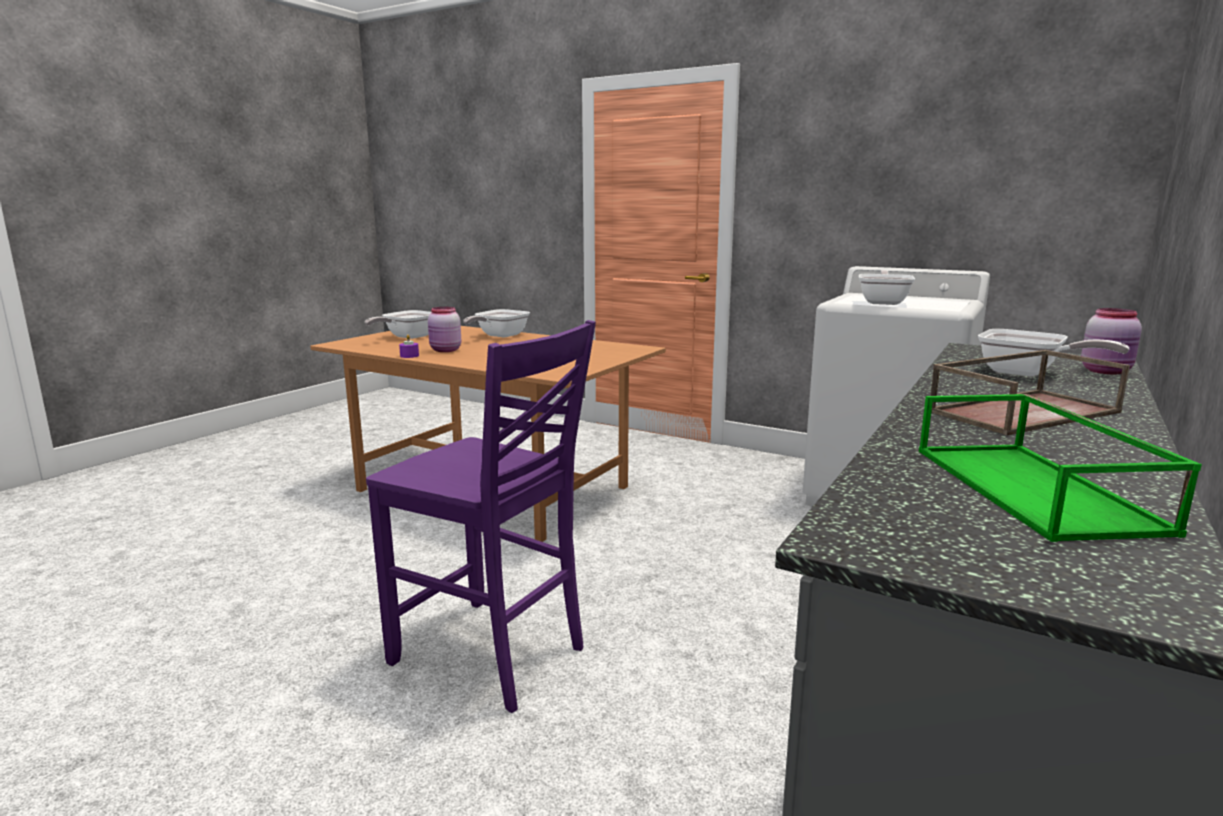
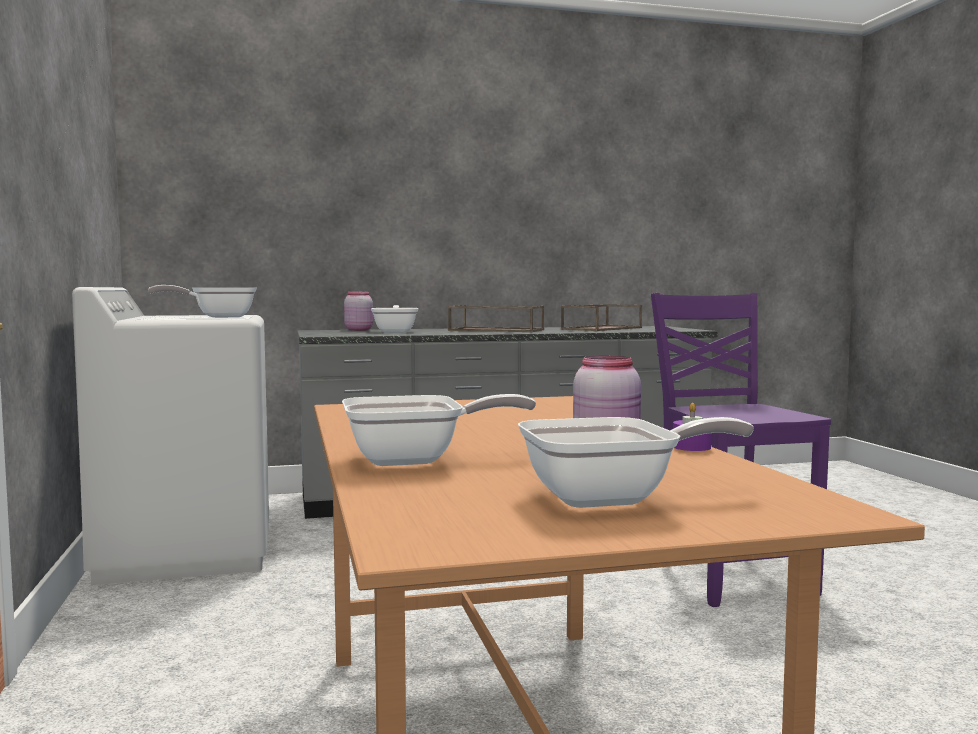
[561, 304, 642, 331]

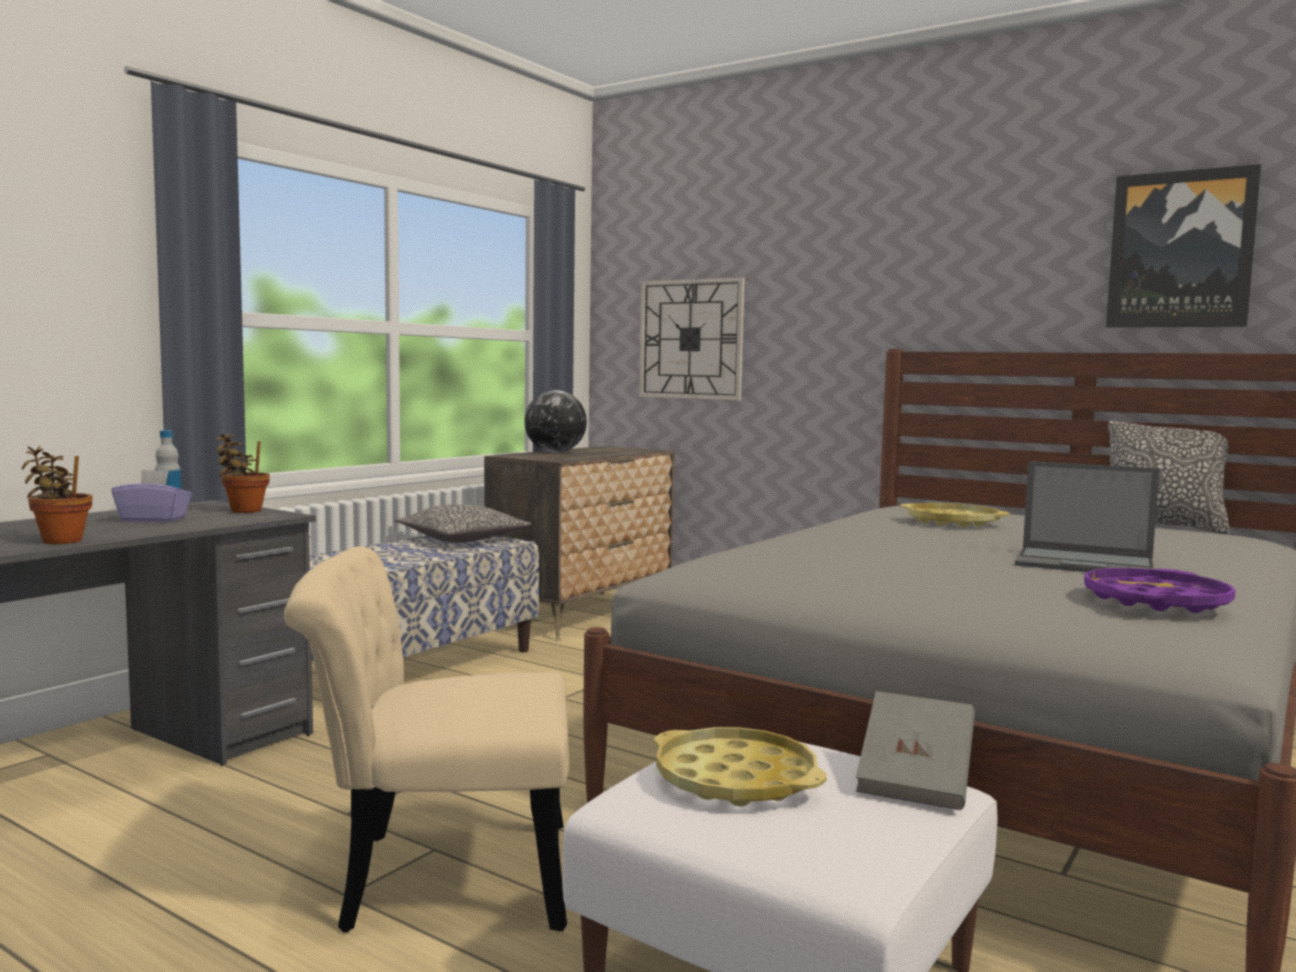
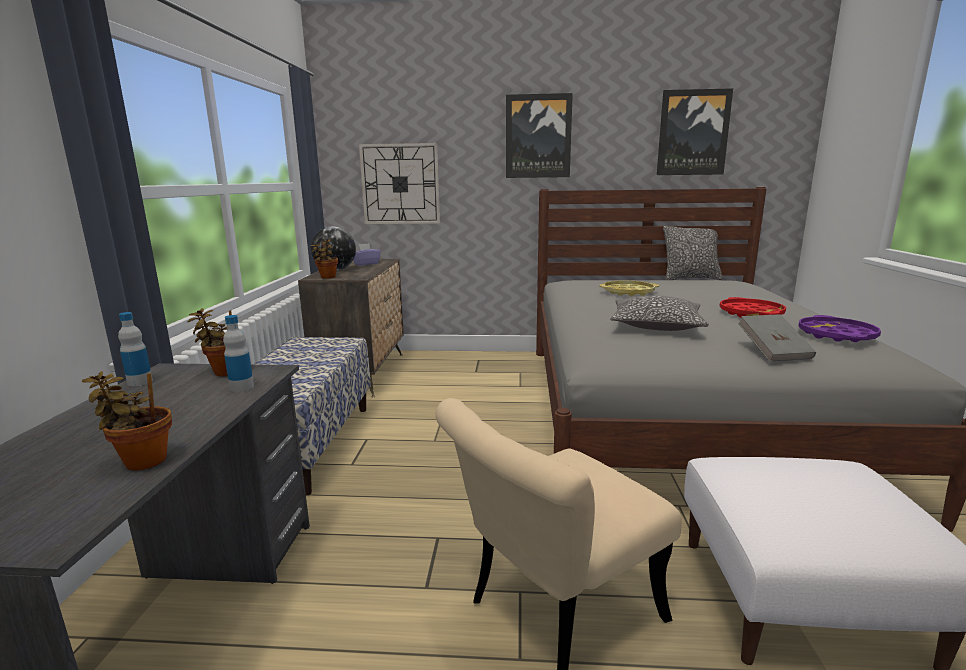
[720, 297, 786, 318]
[353, 243, 381, 266]
[610, 295, 709, 331]
[738, 314, 816, 362]
[654, 727, 827, 807] (first image)
[506, 93, 573, 178]
[311, 239, 338, 279]
[223, 315, 254, 392]

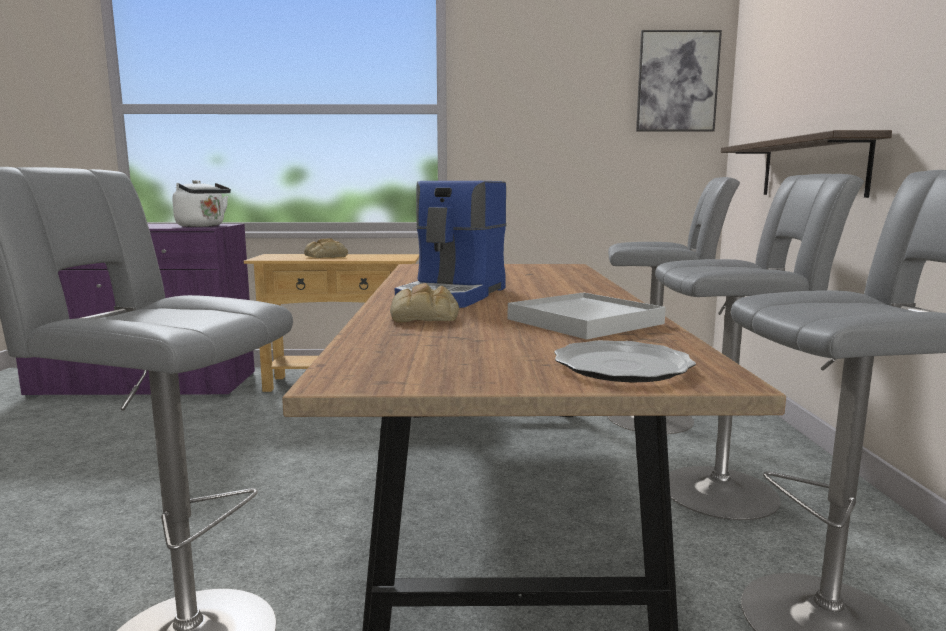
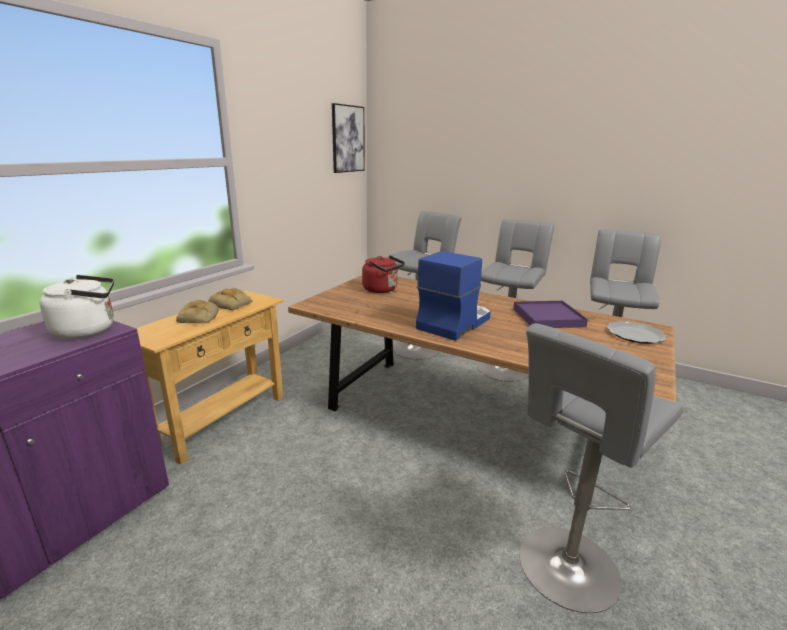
[721, 130, 892, 198] (first image)
[416, 251, 491, 341]
[209, 288, 253, 310]
[513, 301, 588, 328]
[362, 255, 405, 293]

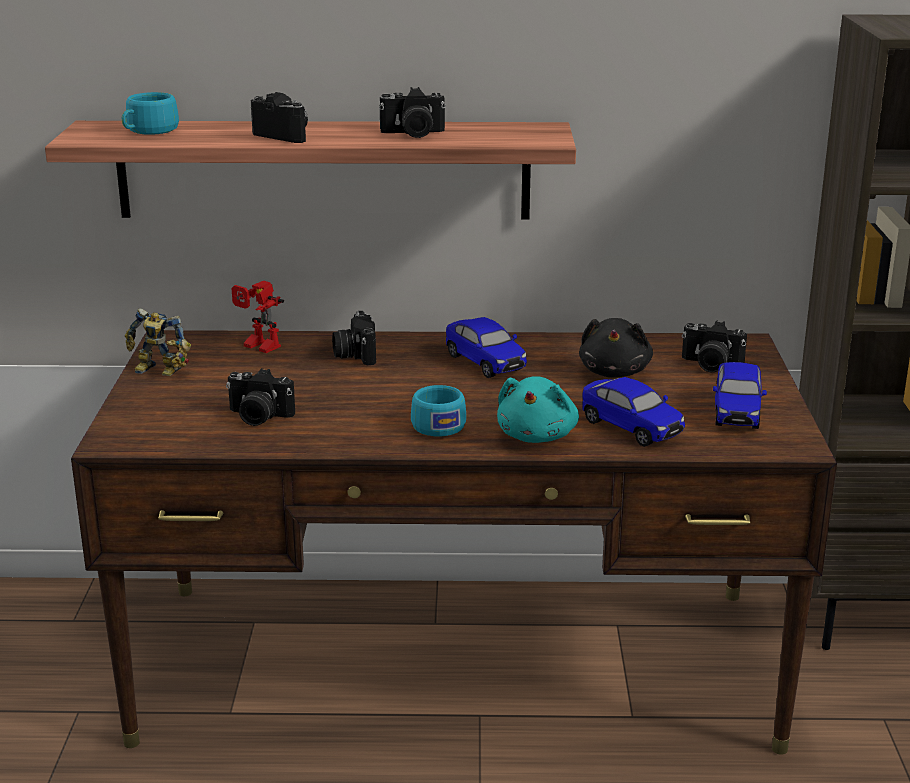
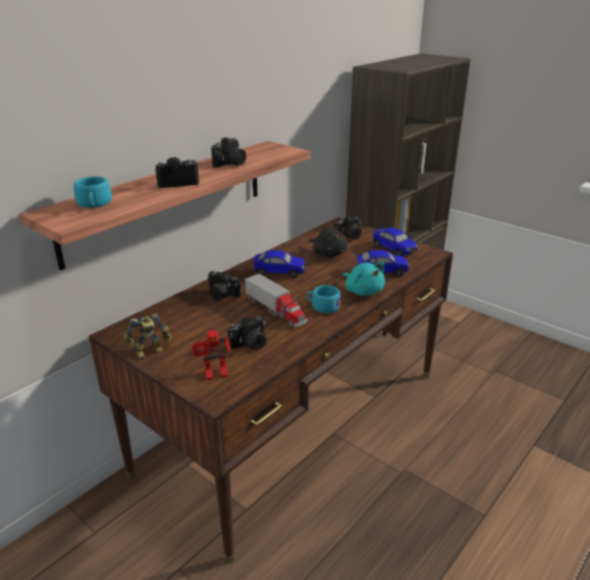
[192, 330, 231, 380]
[245, 274, 307, 327]

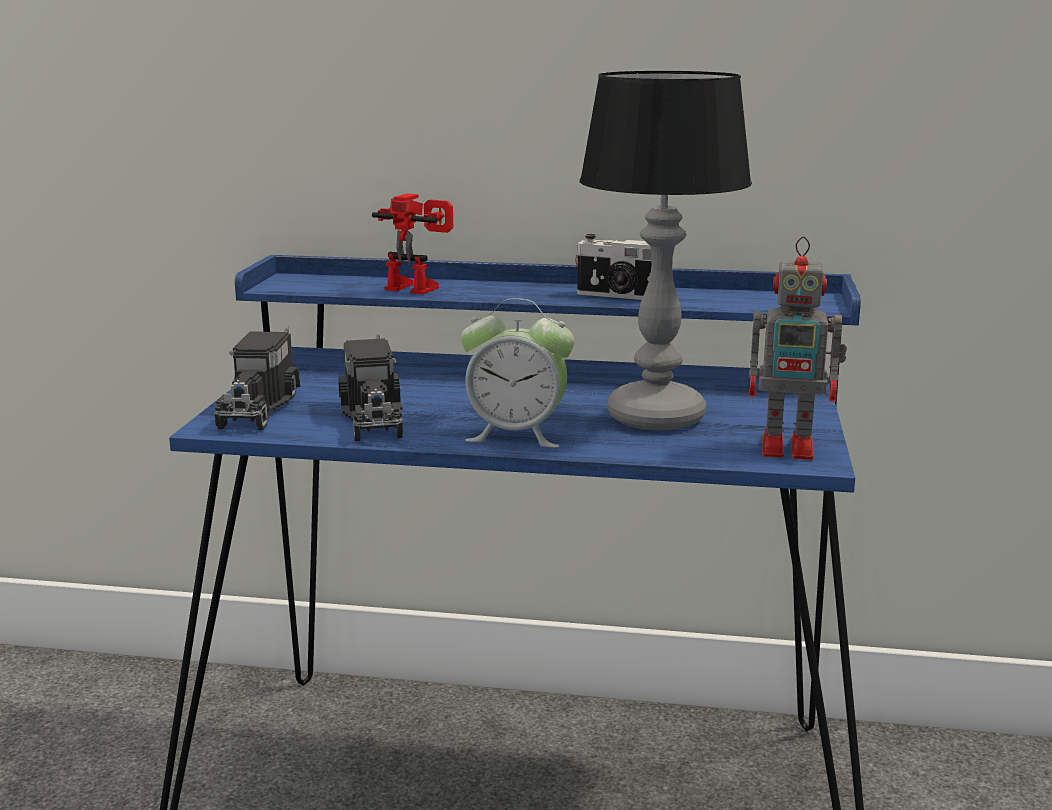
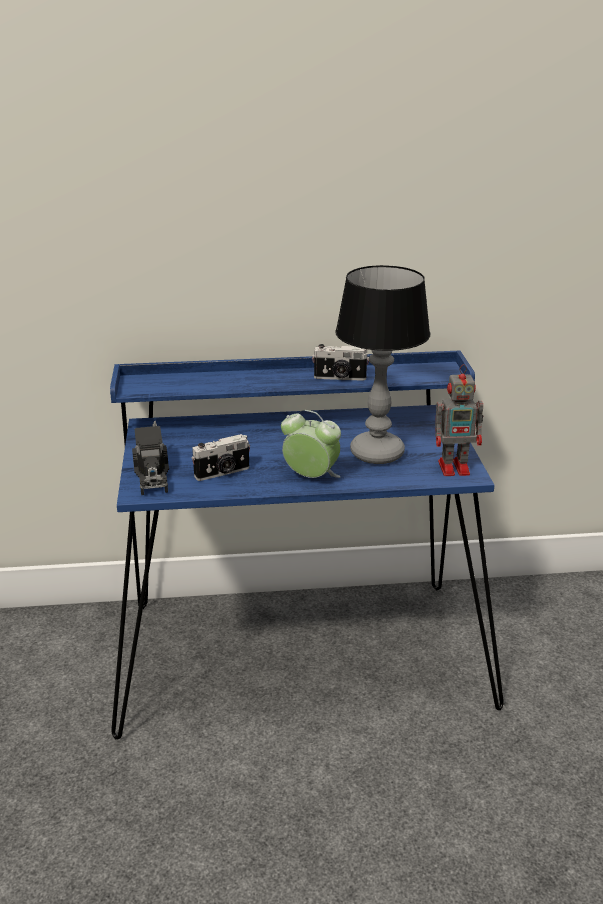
[372, 194, 453, 295] (first image)
[281, 410, 341, 478]
[192, 434, 250, 481]

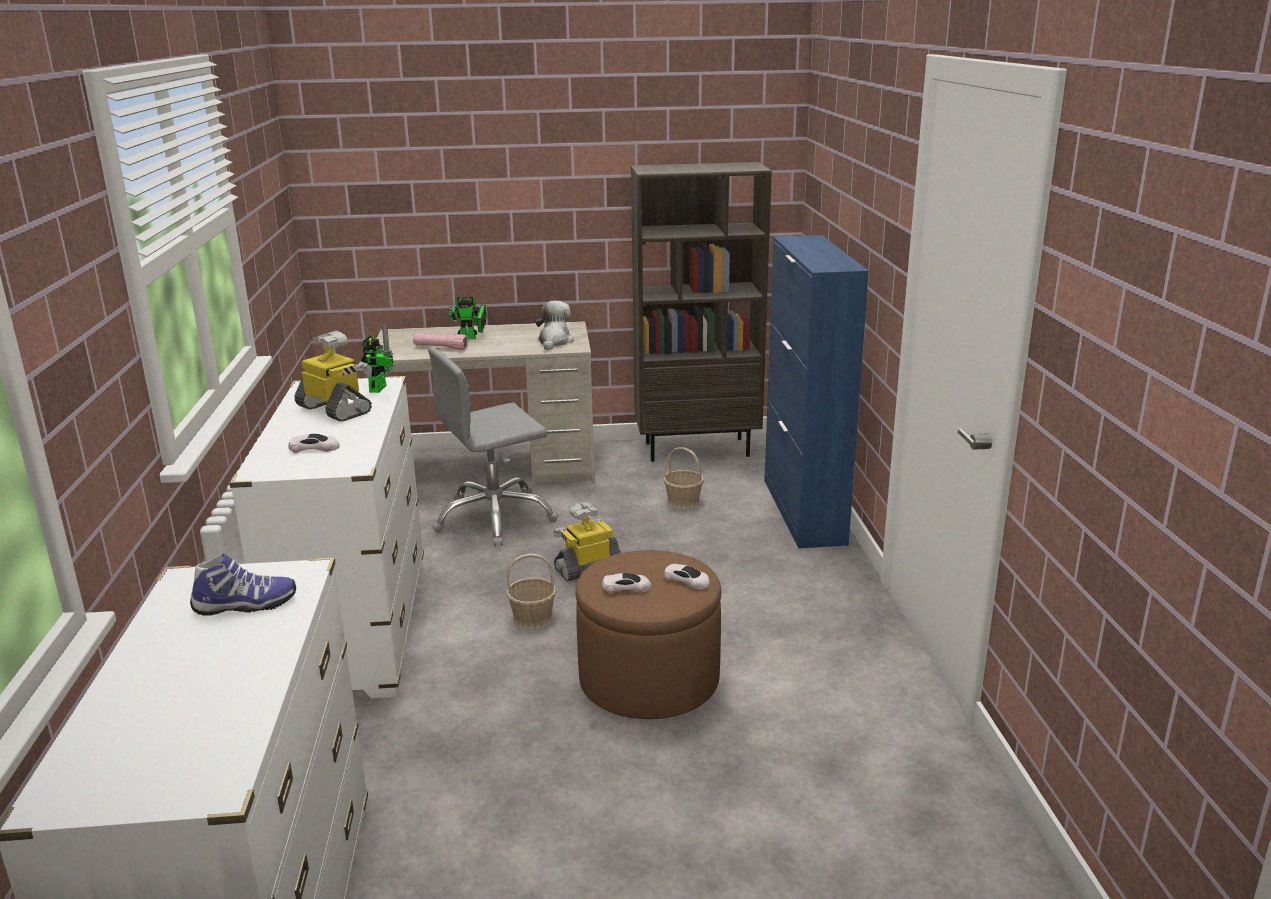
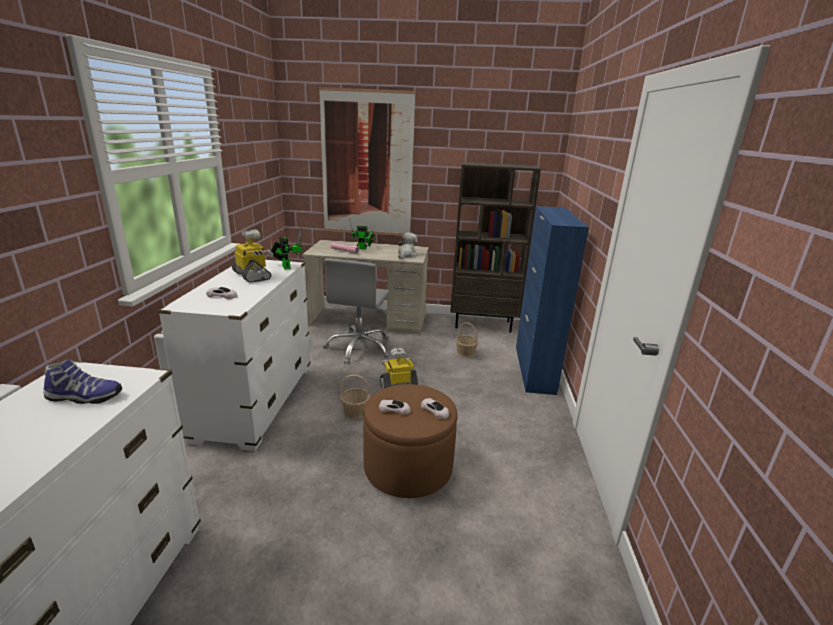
[269, 227, 302, 269]
[323, 259, 390, 364]
[319, 87, 415, 236]

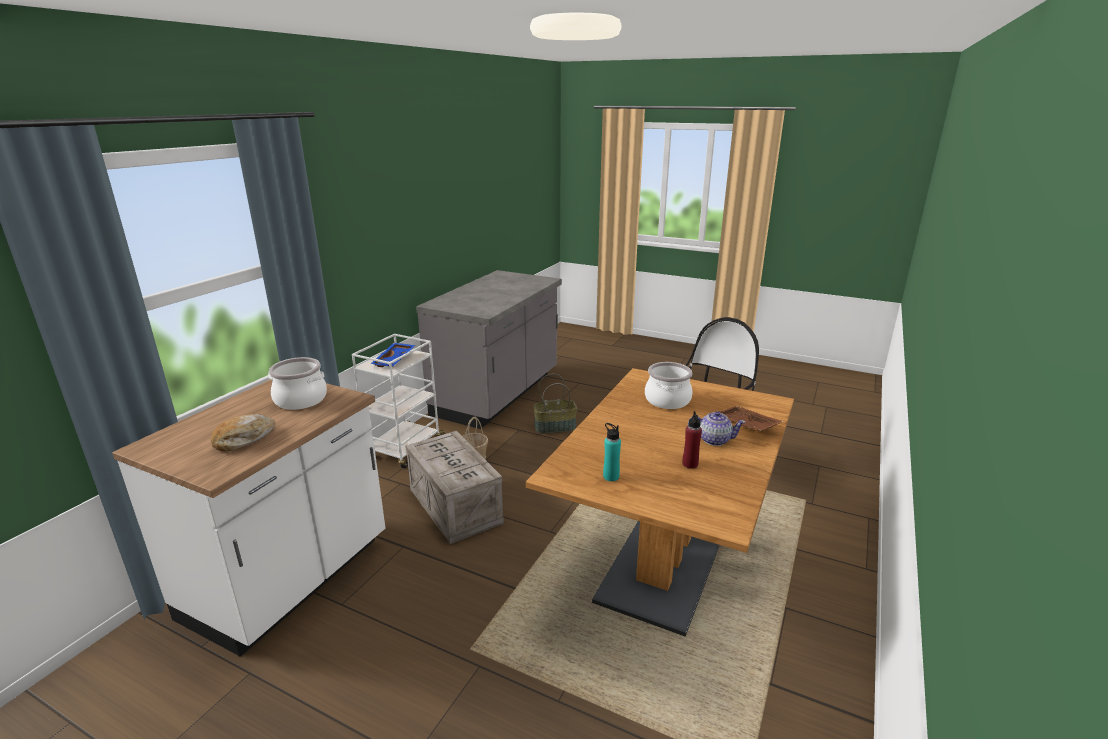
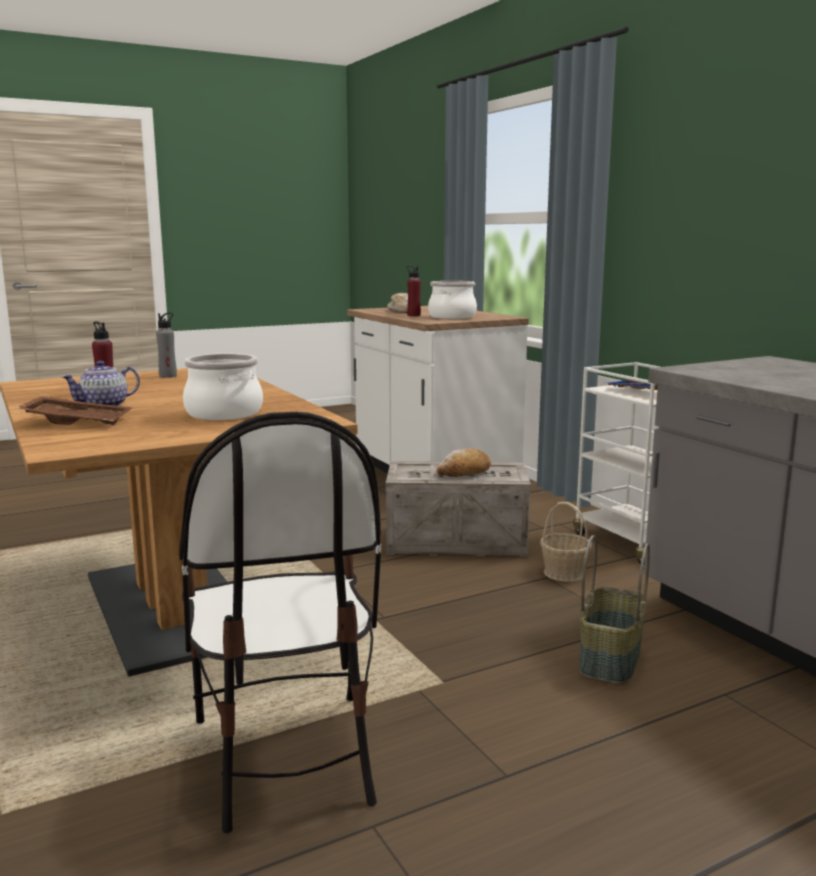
[156, 312, 177, 378]
[407, 266, 421, 316]
[437, 448, 491, 476]

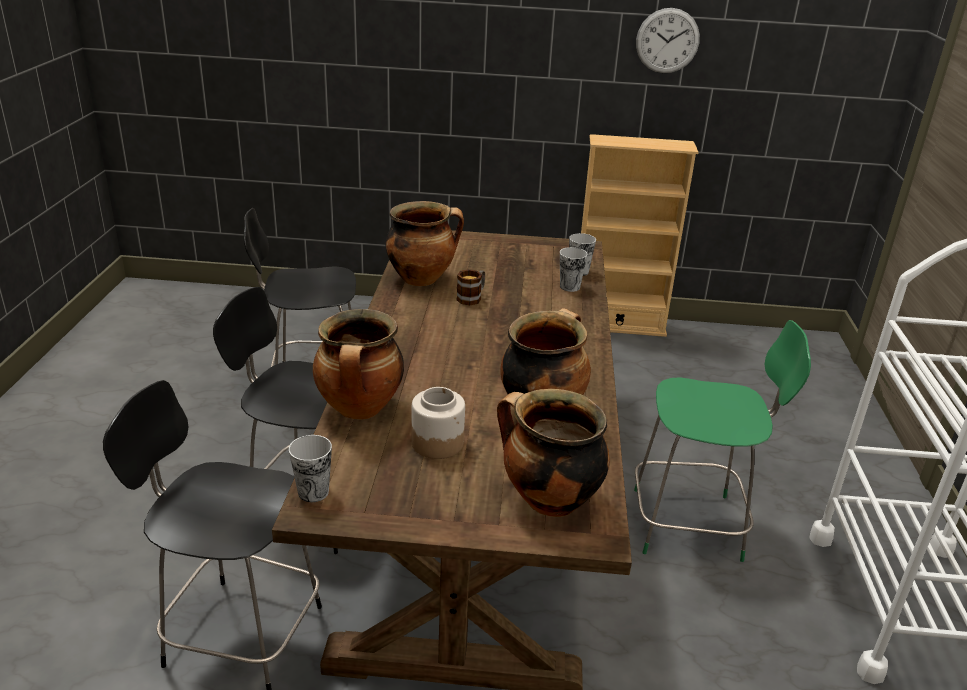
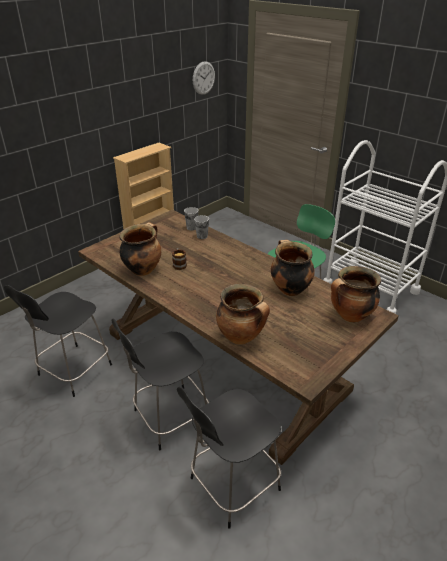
[193, 61, 215, 95]
[411, 387, 465, 459] (first image)
[289, 435, 332, 502] (first image)

